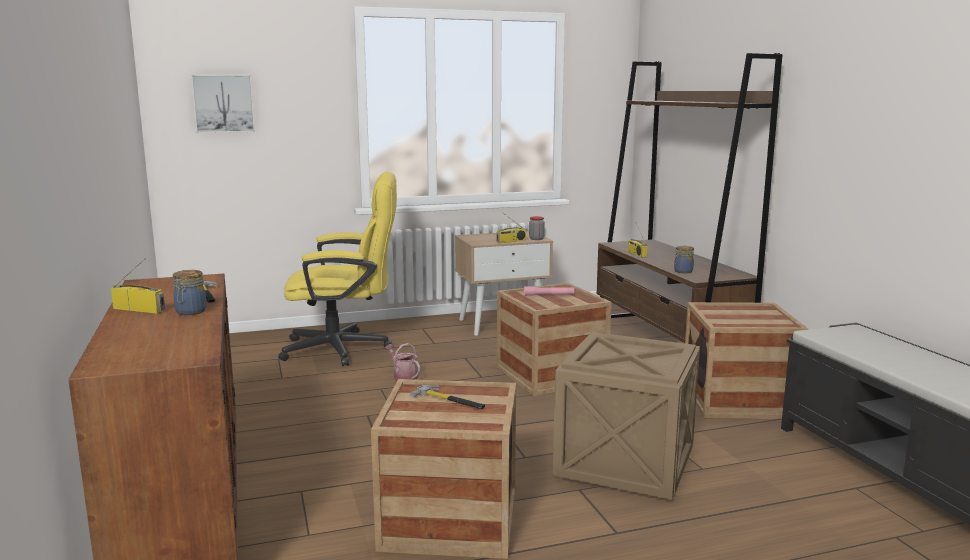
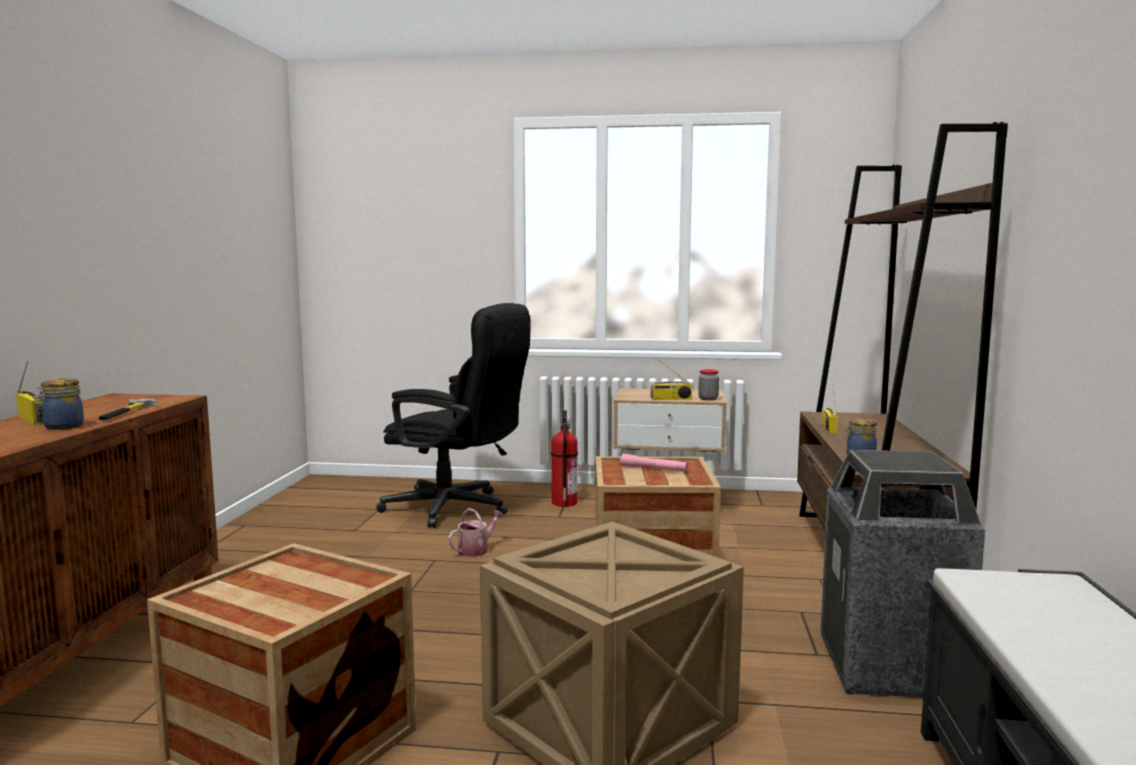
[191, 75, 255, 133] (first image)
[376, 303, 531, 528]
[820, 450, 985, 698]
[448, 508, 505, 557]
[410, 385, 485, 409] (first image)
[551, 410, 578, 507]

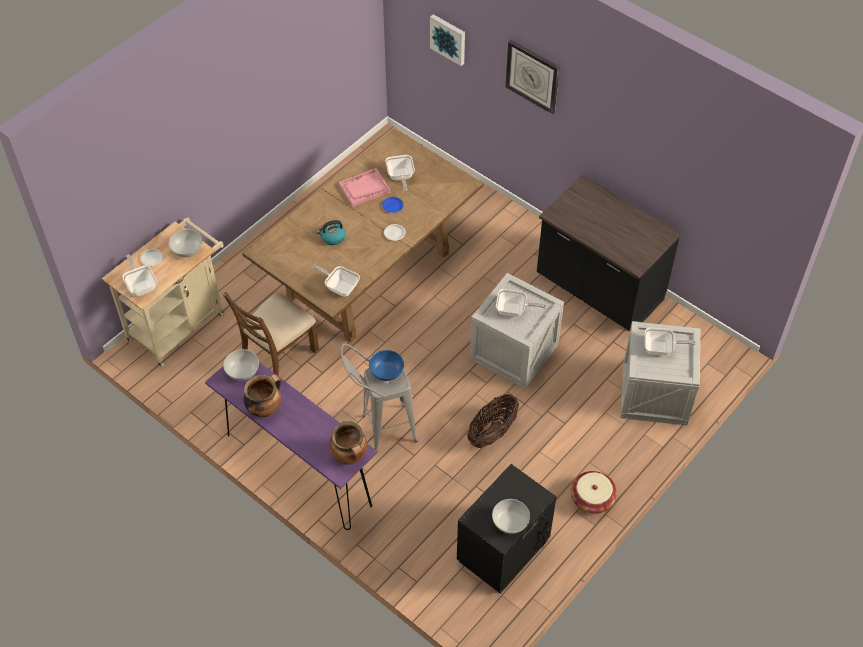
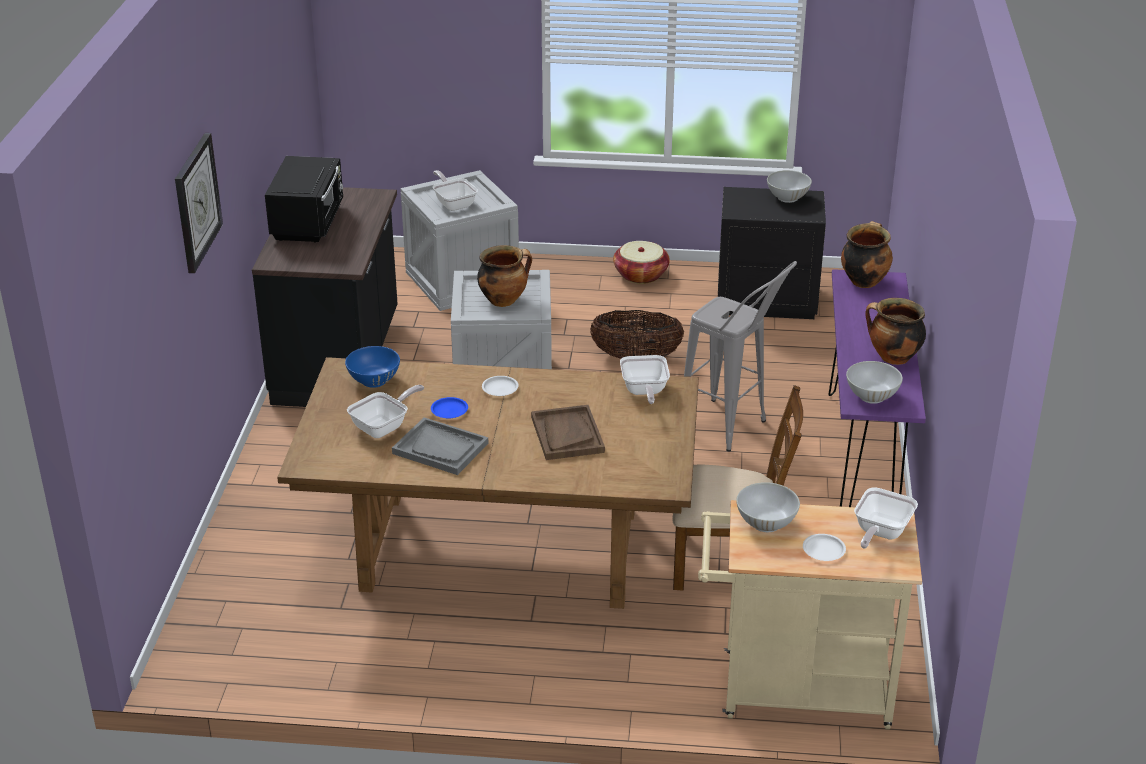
[430, 14, 465, 66] (first image)
[392, 417, 489, 475]
[531, 405, 605, 460]
[477, 245, 532, 307]
[345, 346, 400, 388]
[265, 156, 343, 243]

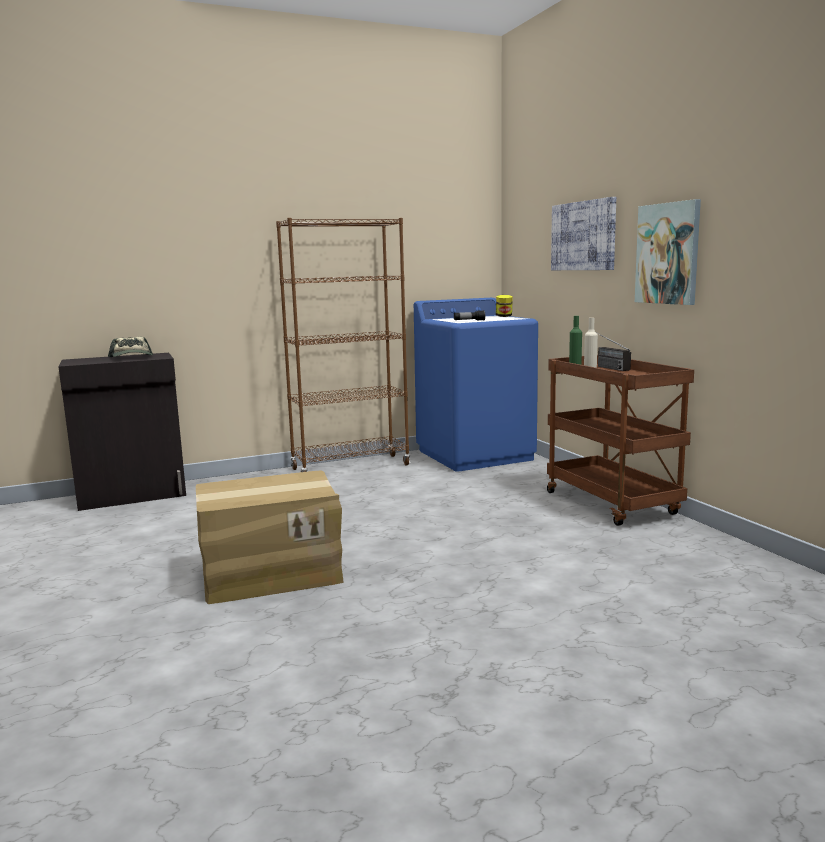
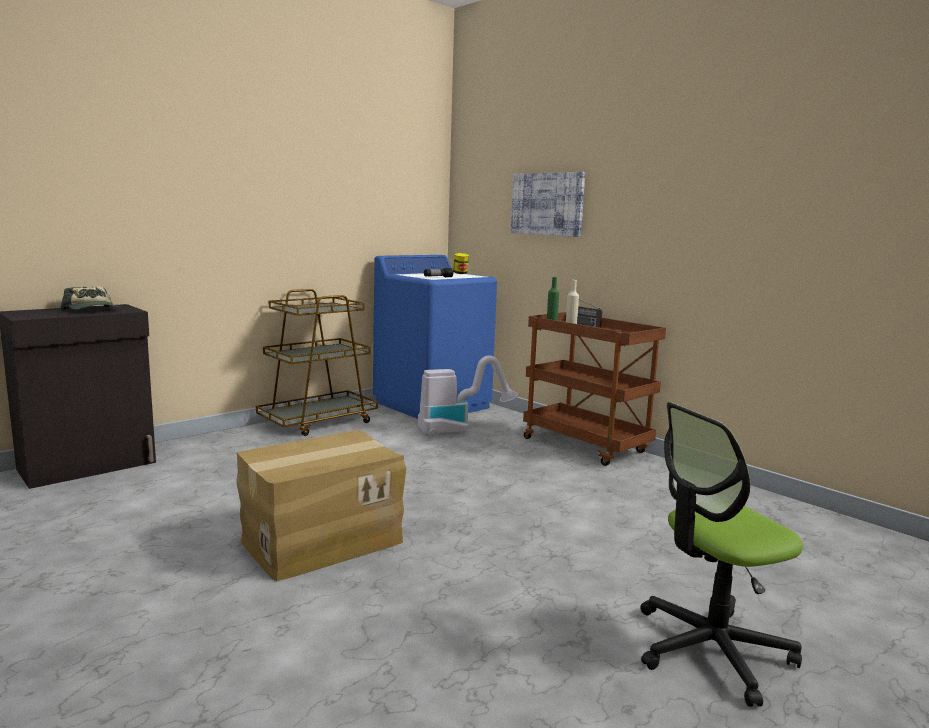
[635, 199, 701, 305] (first image)
[256, 289, 378, 436]
[418, 355, 518, 437]
[640, 402, 803, 707]

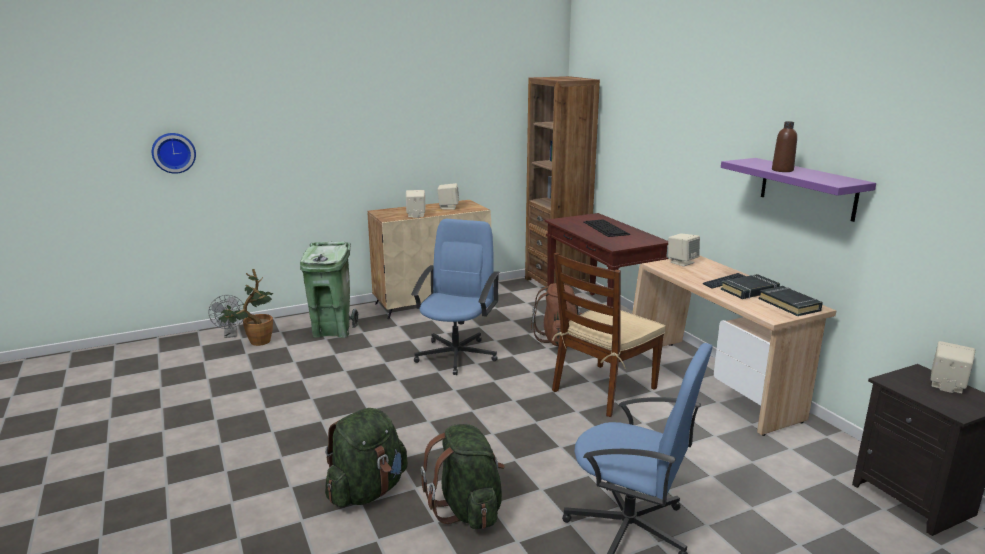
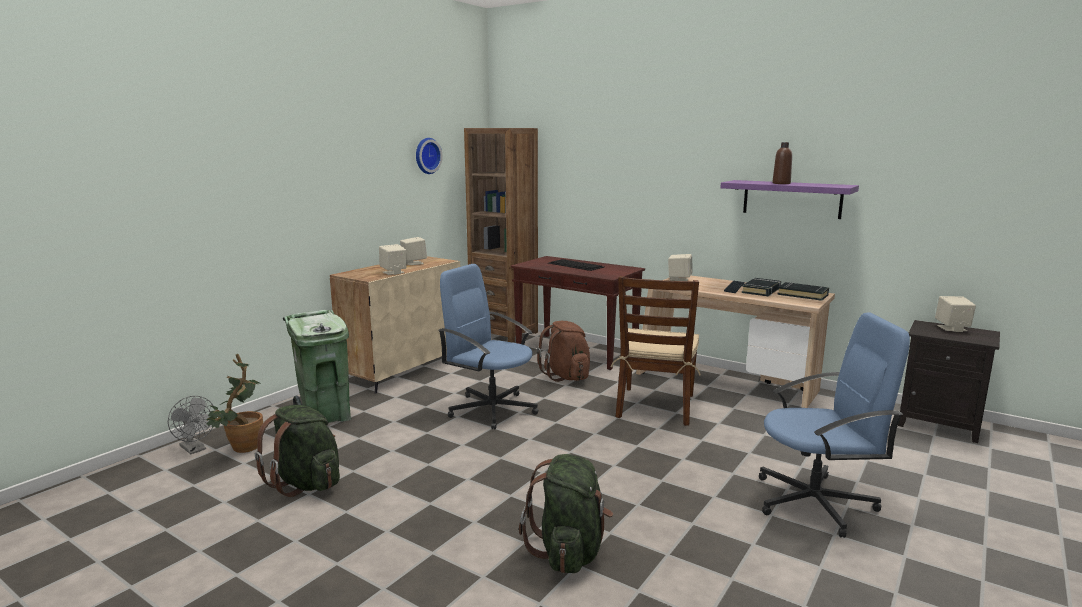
[416, 138, 443, 174]
[439, 264, 538, 429]
[255, 405, 340, 497]

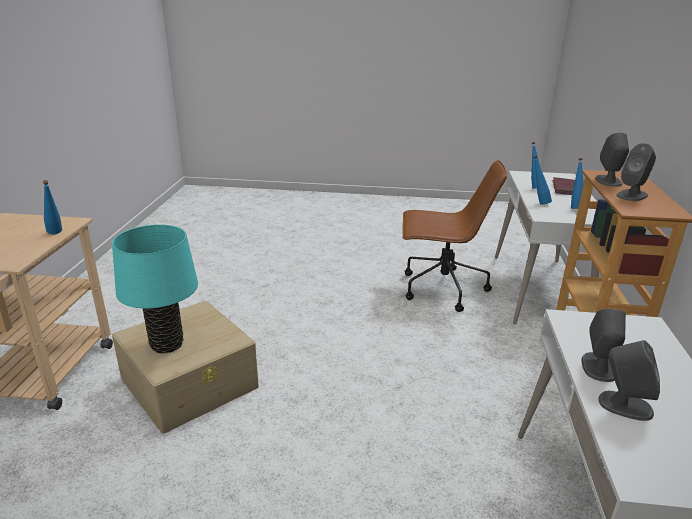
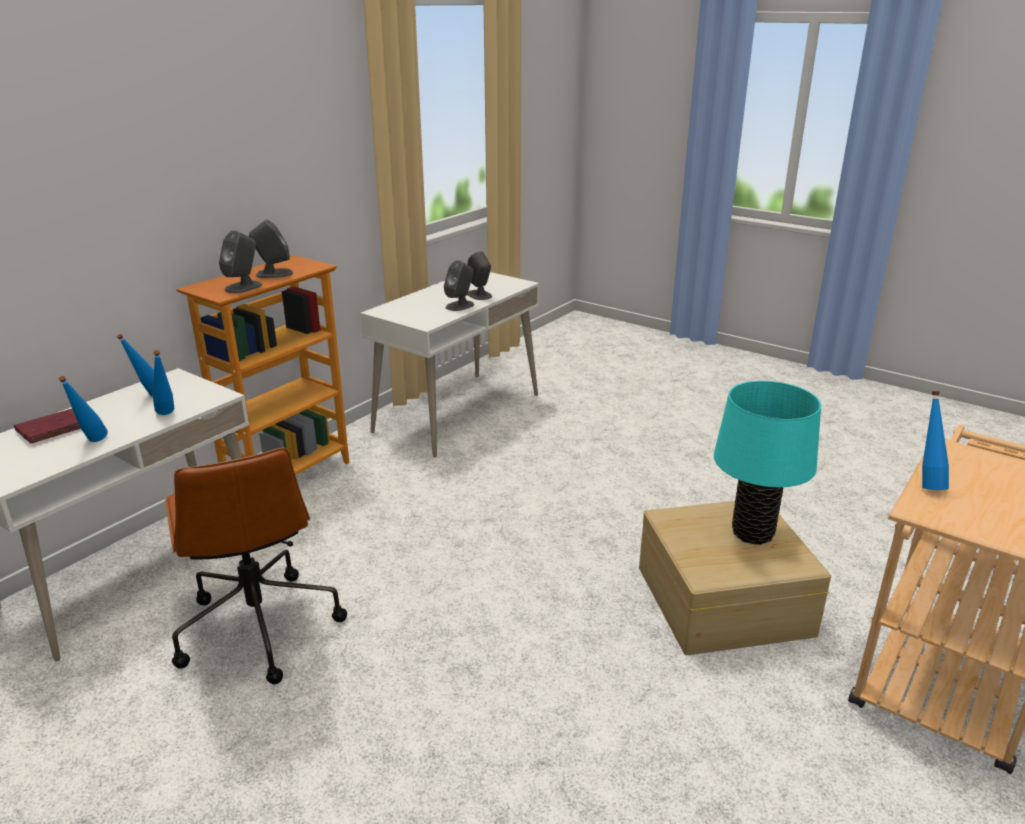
[165, 447, 347, 684]

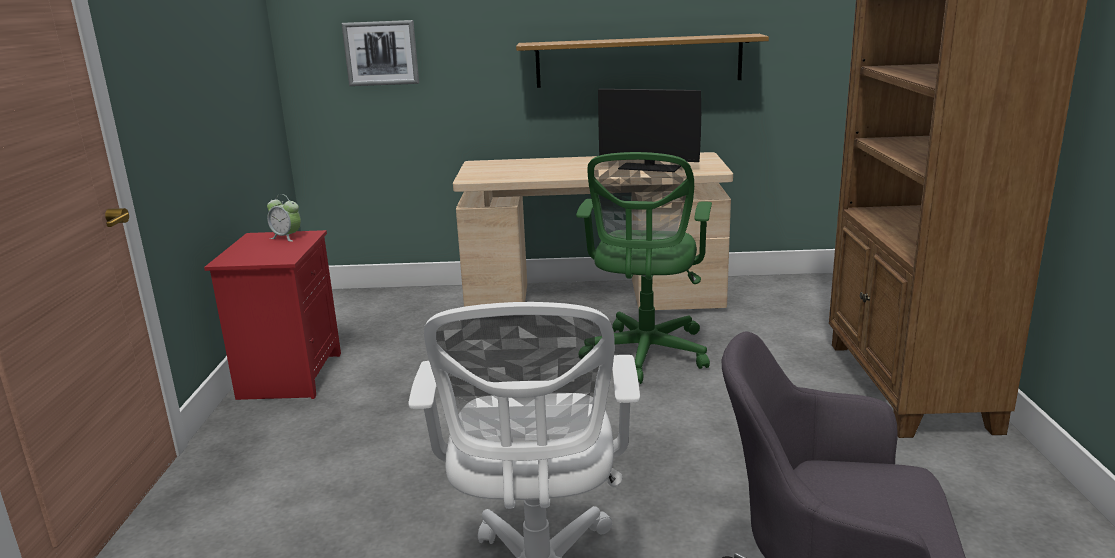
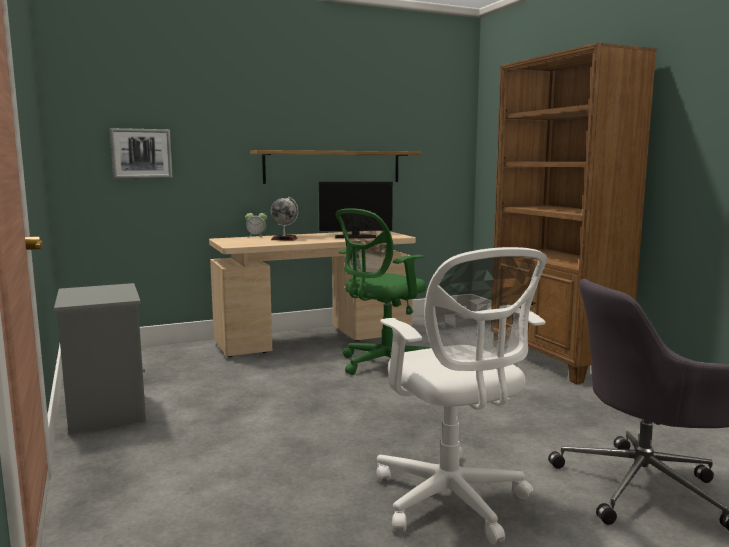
[336, 208, 432, 375]
[245, 209, 267, 238]
[54, 283, 146, 434]
[271, 197, 299, 240]

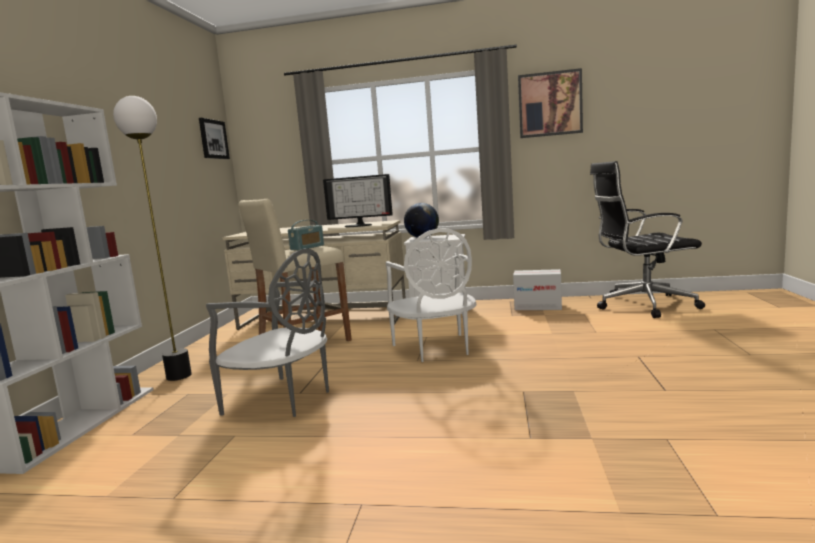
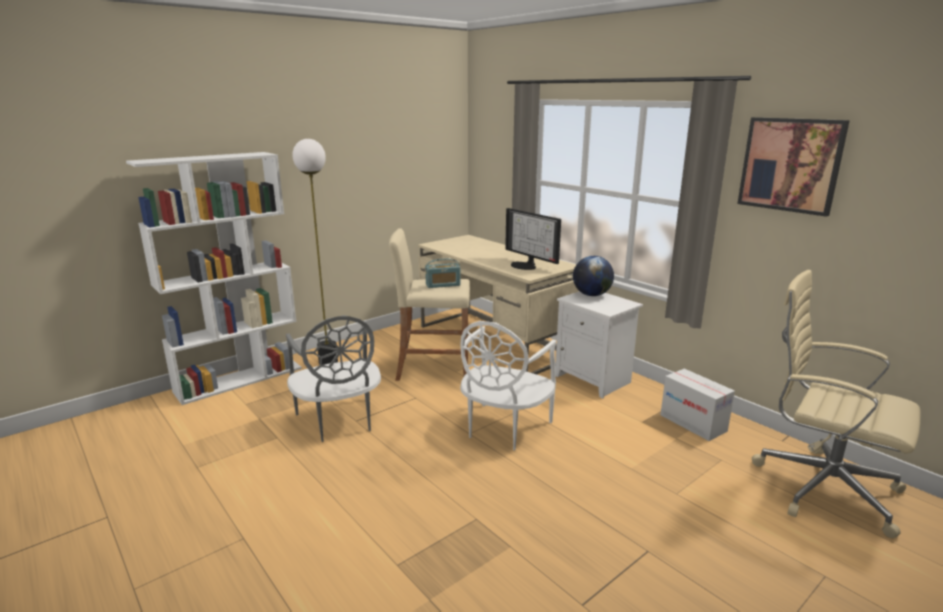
[199, 118, 230, 159] (first image)
[752, 270, 920, 538]

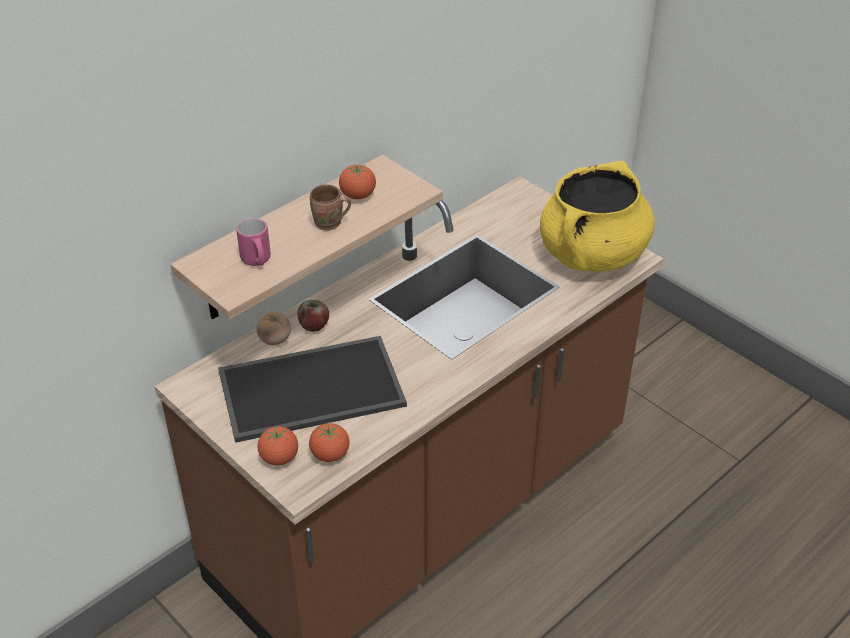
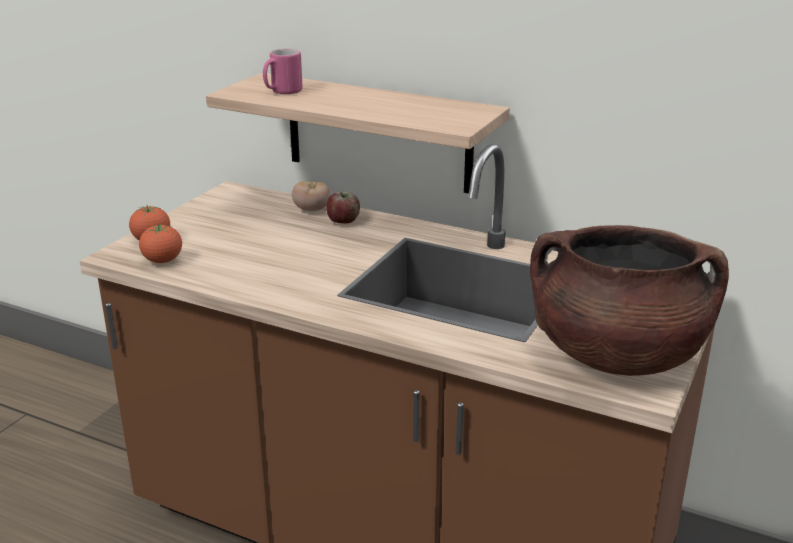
[530, 225, 729, 376]
[339, 164, 376, 199] (first image)
[310, 184, 351, 231] (first image)
[218, 336, 407, 443] (first image)

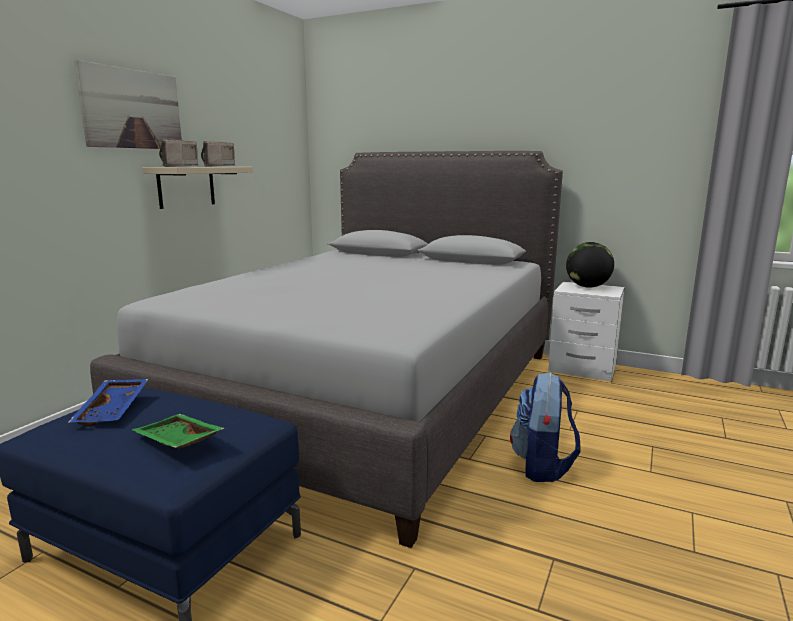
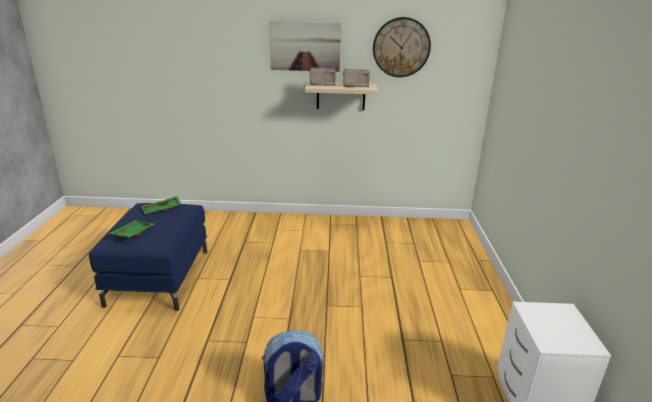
[90, 151, 563, 548] (first image)
[566, 242, 614, 288] (first image)
[142, 196, 182, 214]
[373, 17, 431, 77]

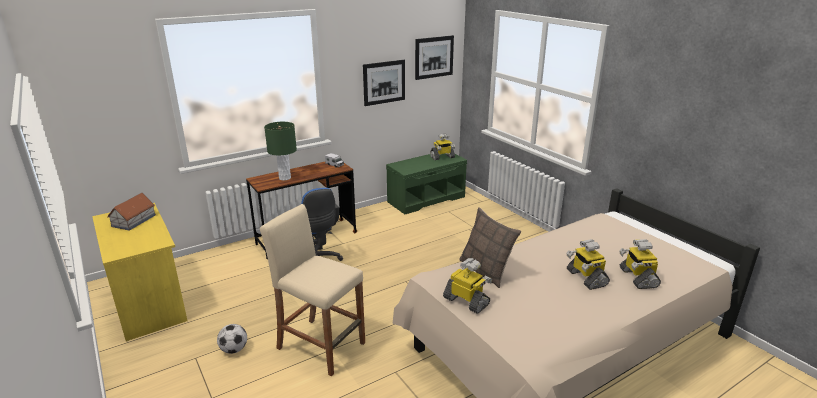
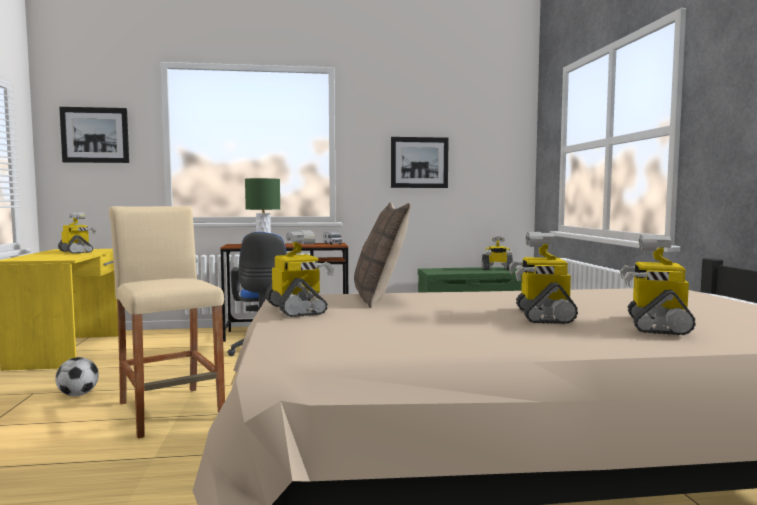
[59, 107, 129, 163]
[58, 212, 96, 253]

